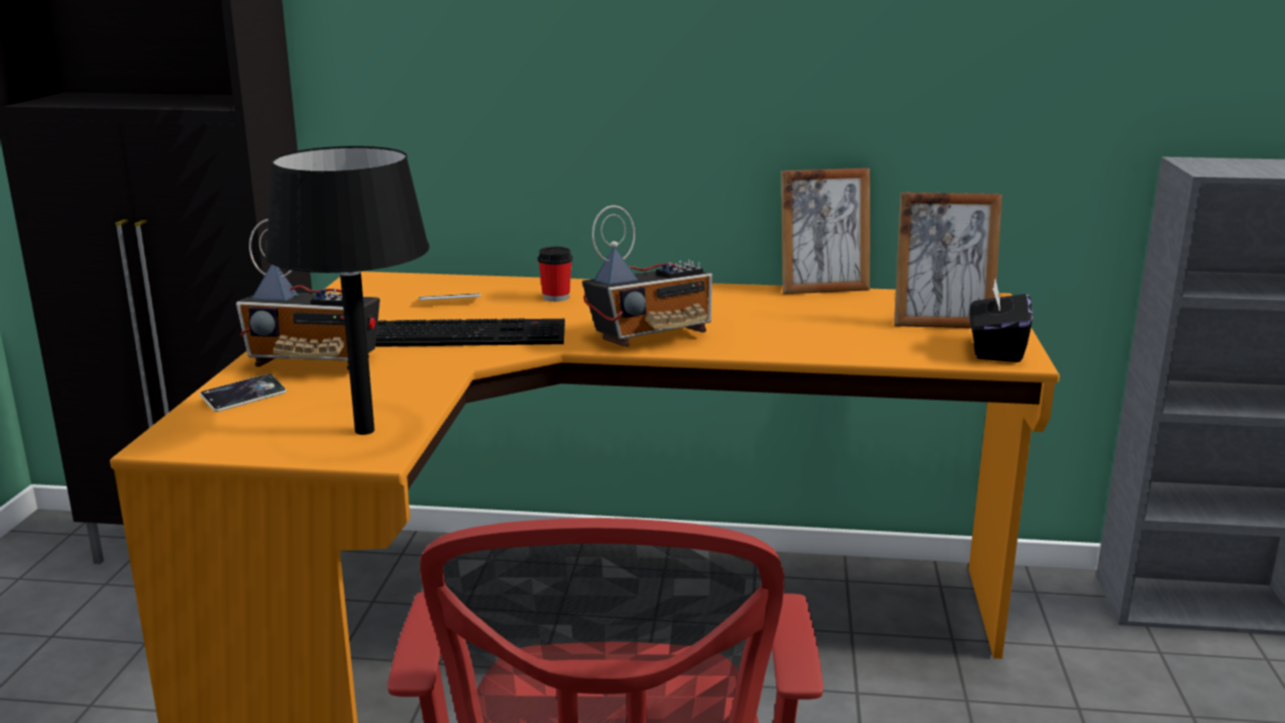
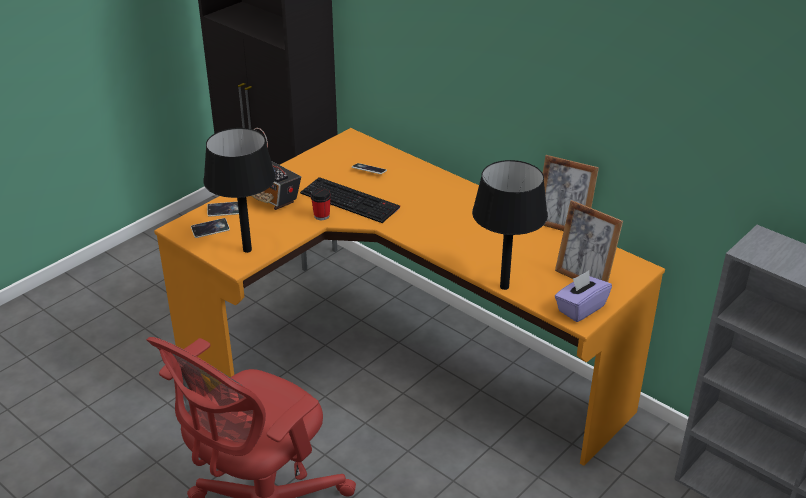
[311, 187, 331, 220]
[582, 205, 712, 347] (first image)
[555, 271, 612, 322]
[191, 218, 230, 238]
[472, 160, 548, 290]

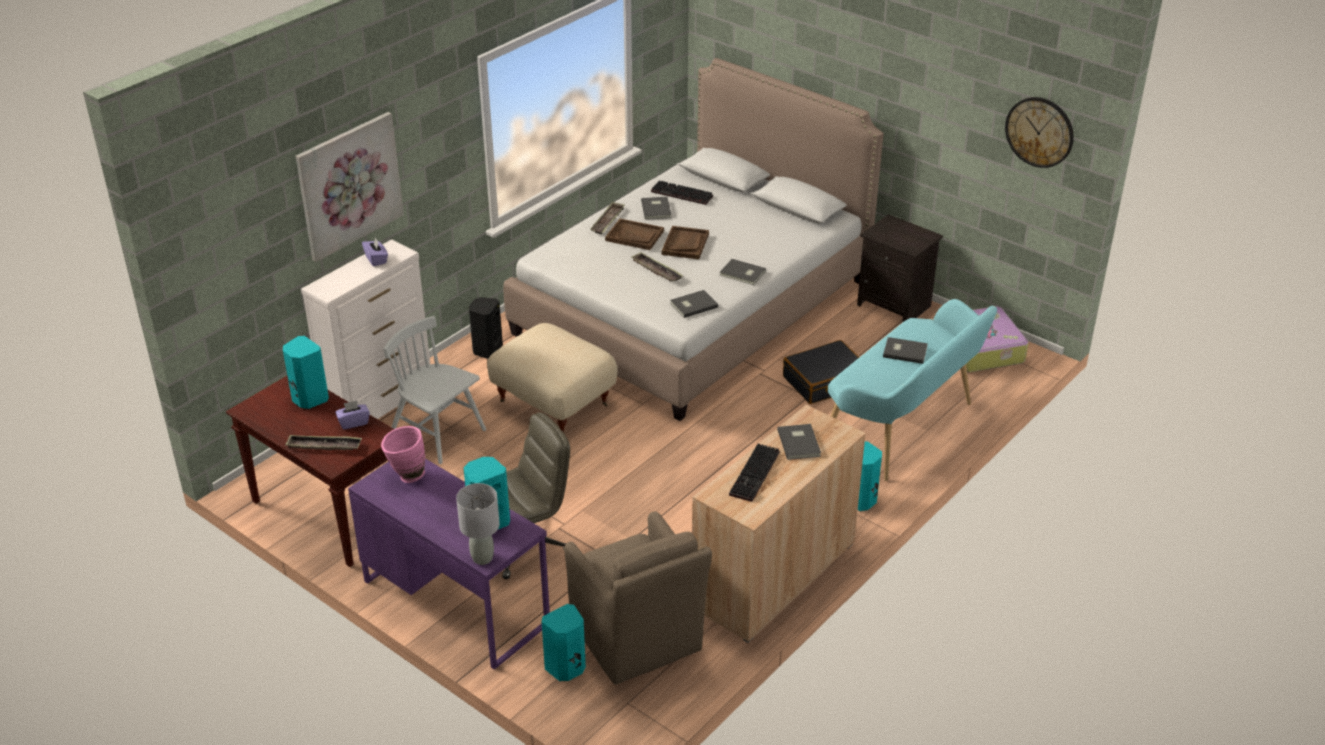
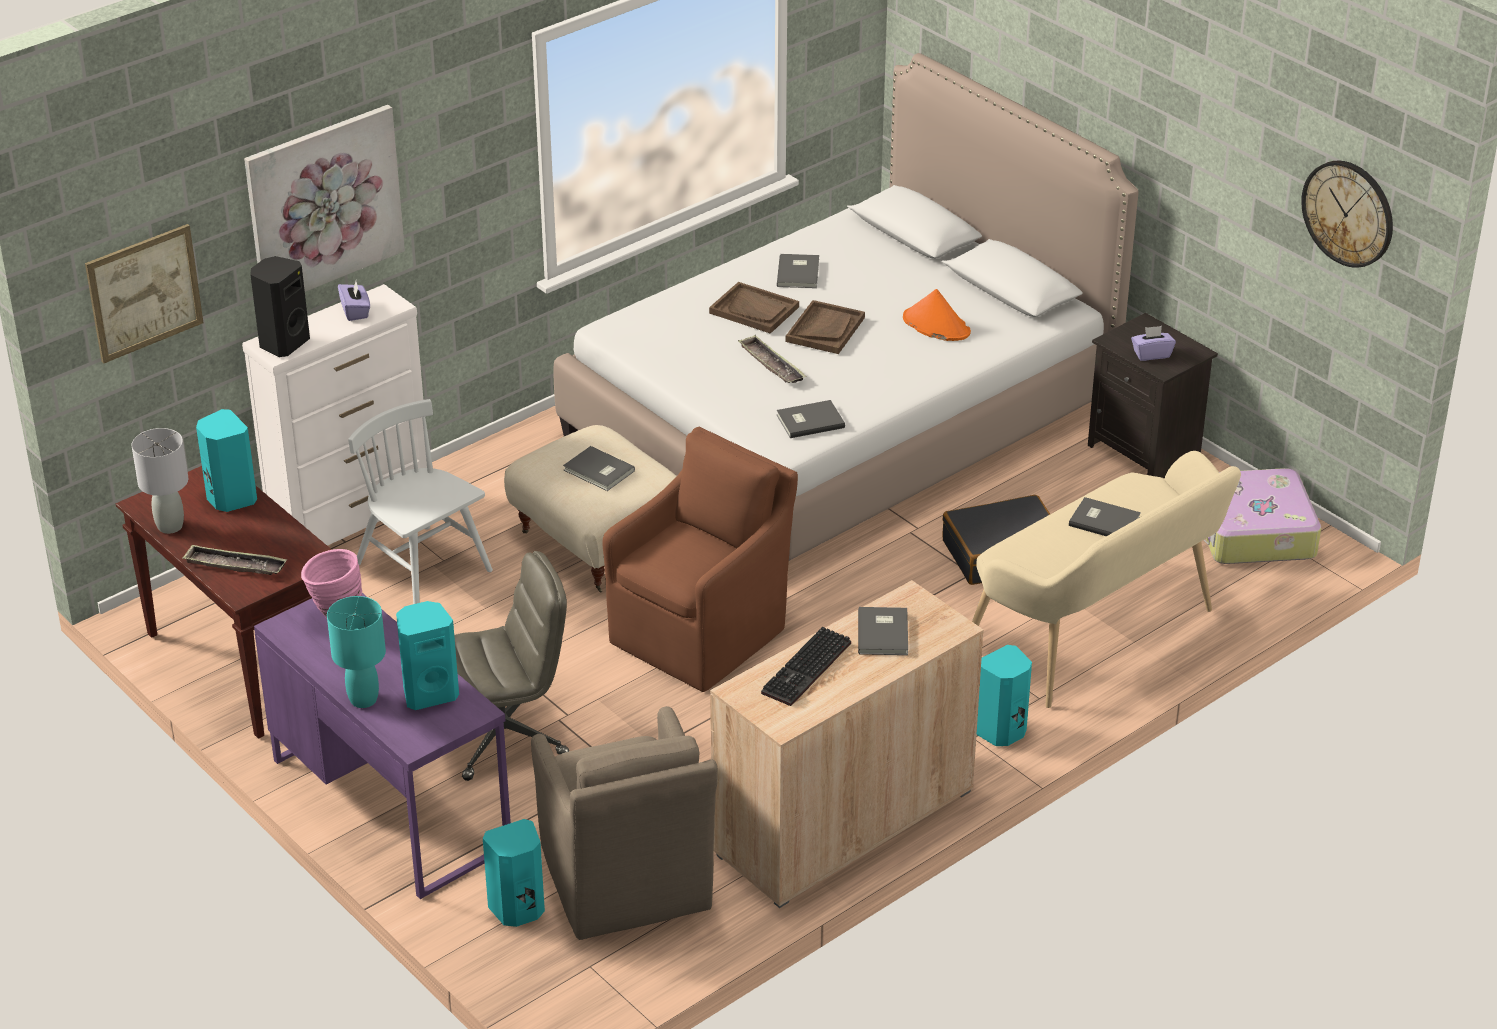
[1131, 326, 1176, 361]
[132, 428, 188, 534]
[250, 256, 310, 357]
[590, 202, 625, 234] (first image)
[651, 181, 713, 205] (first image)
[563, 446, 635, 491]
[972, 451, 1241, 708]
[85, 224, 203, 363]
[327, 596, 386, 708]
[602, 427, 798, 692]
[903, 289, 971, 341]

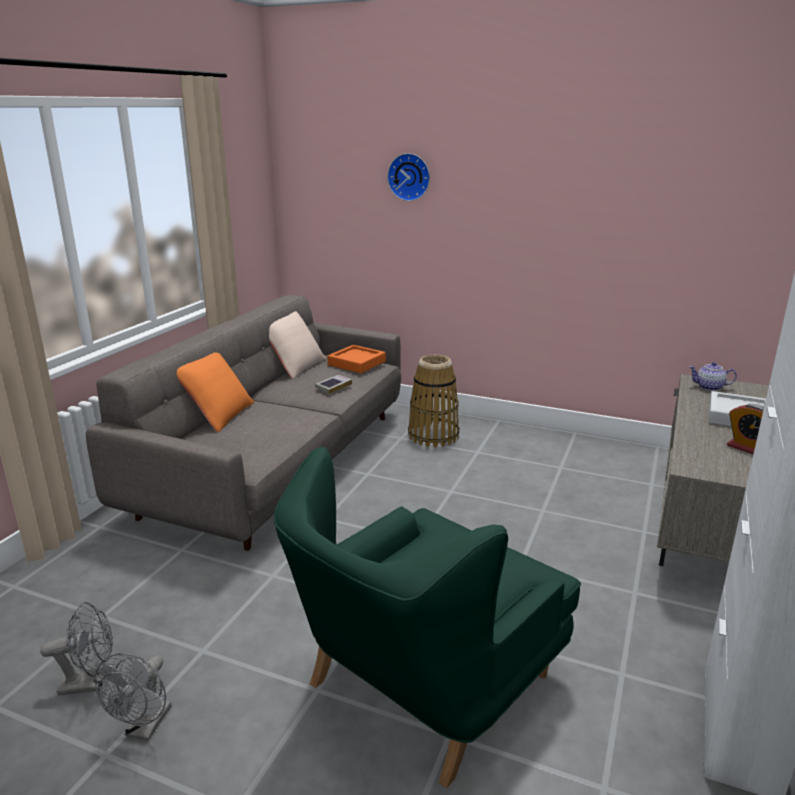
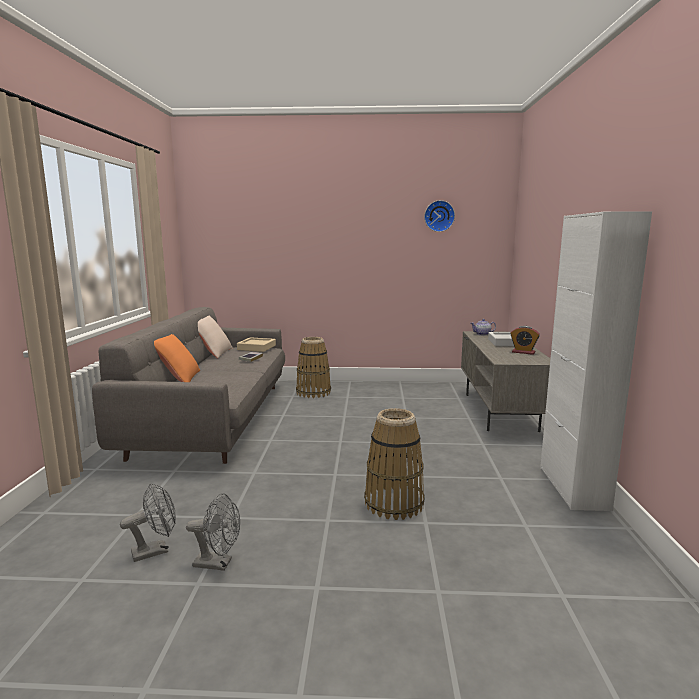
[186, 493, 240, 571]
[364, 408, 425, 520]
[237, 337, 276, 352]
[424, 200, 455, 232]

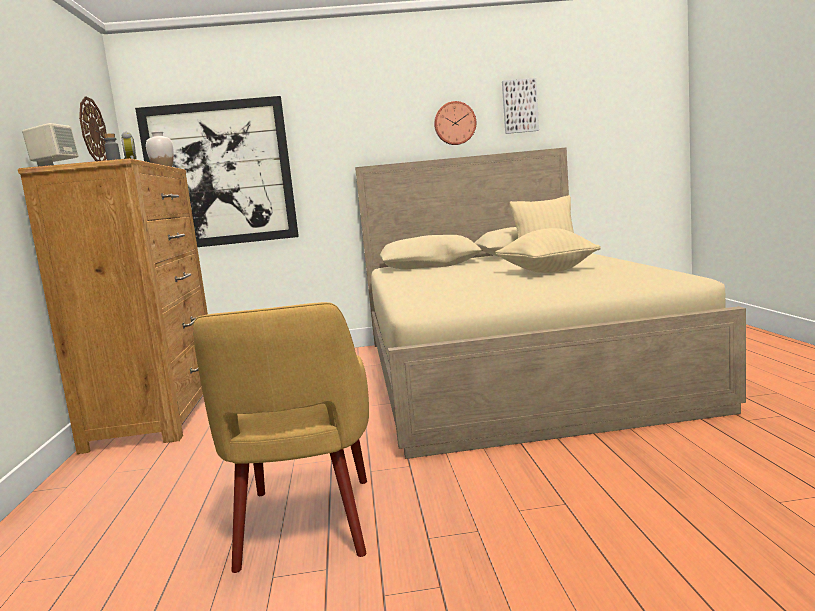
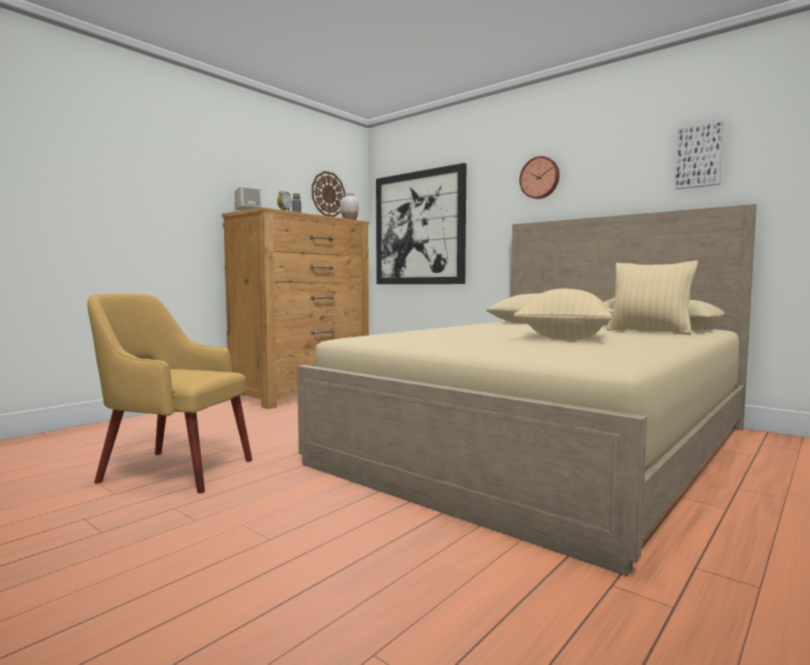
[87, 294, 252, 493]
[519, 156, 560, 199]

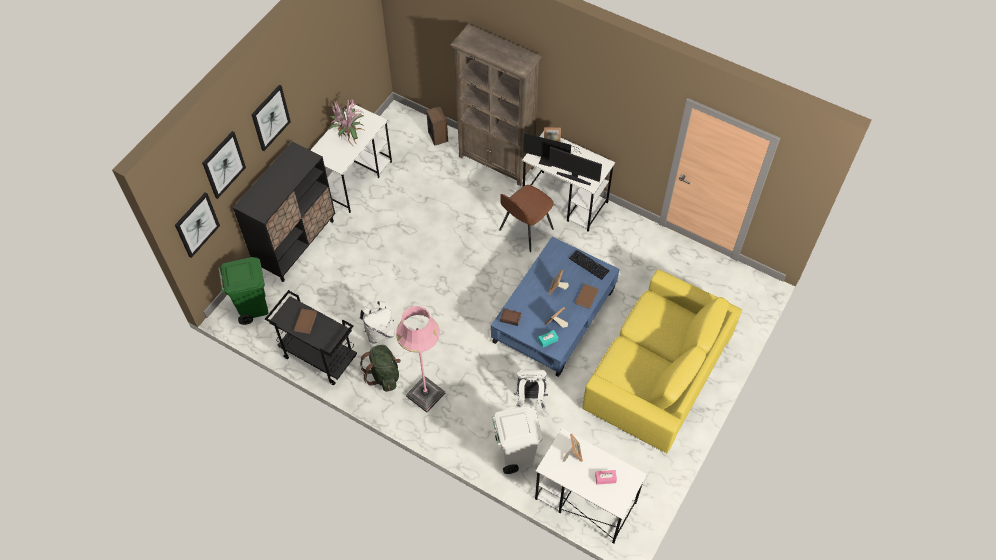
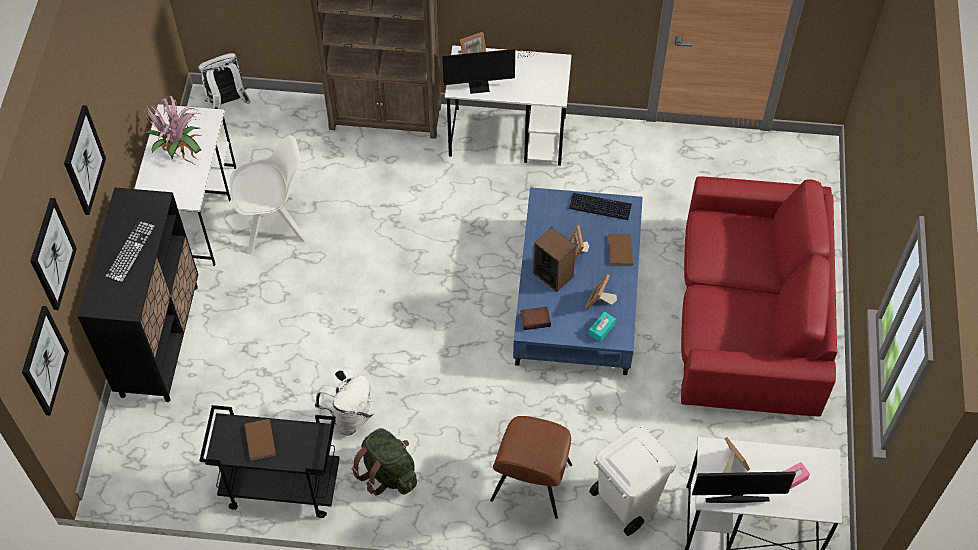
[218, 257, 268, 325] (first image)
[396, 306, 445, 413] (first image)
[533, 227, 576, 292]
[490, 416, 572, 519]
[199, 53, 251, 109]
[692, 472, 796, 503]
[681, 176, 837, 417]
[105, 221, 155, 283]
[230, 135, 307, 254]

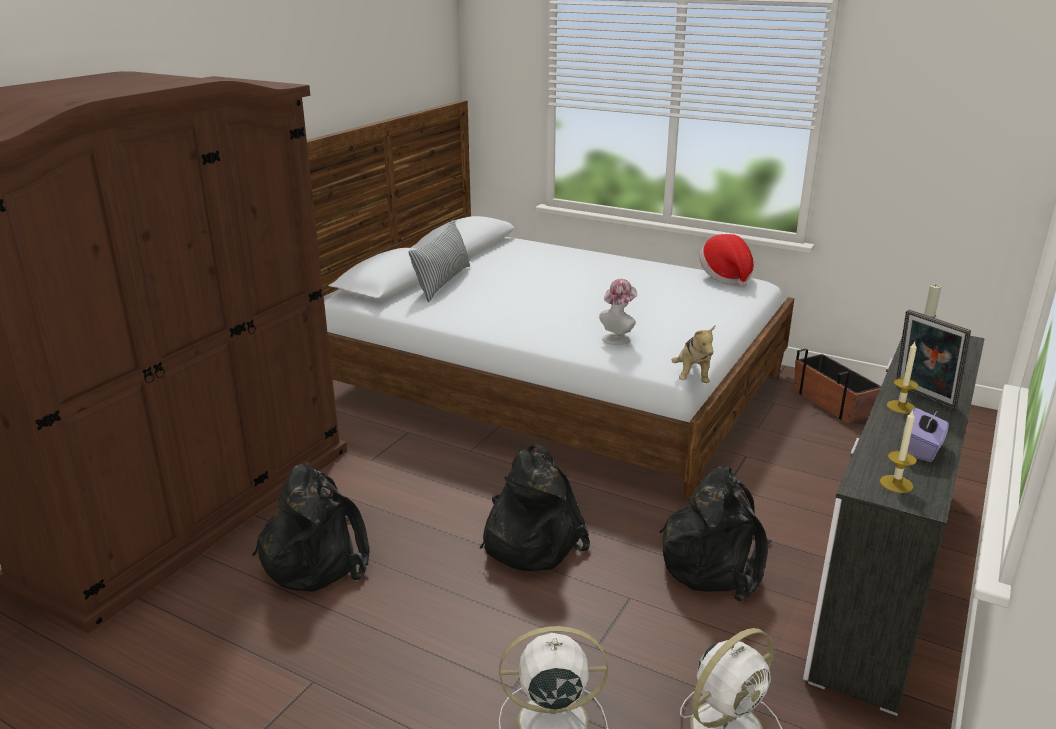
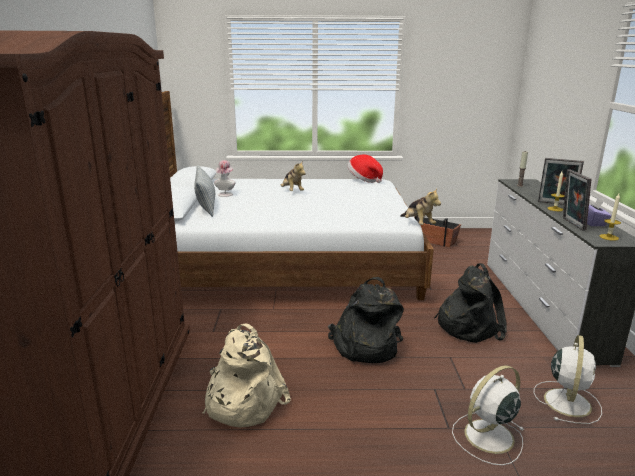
[203, 324, 291, 428]
[214, 160, 236, 197]
[281, 161, 306, 191]
[563, 170, 591, 231]

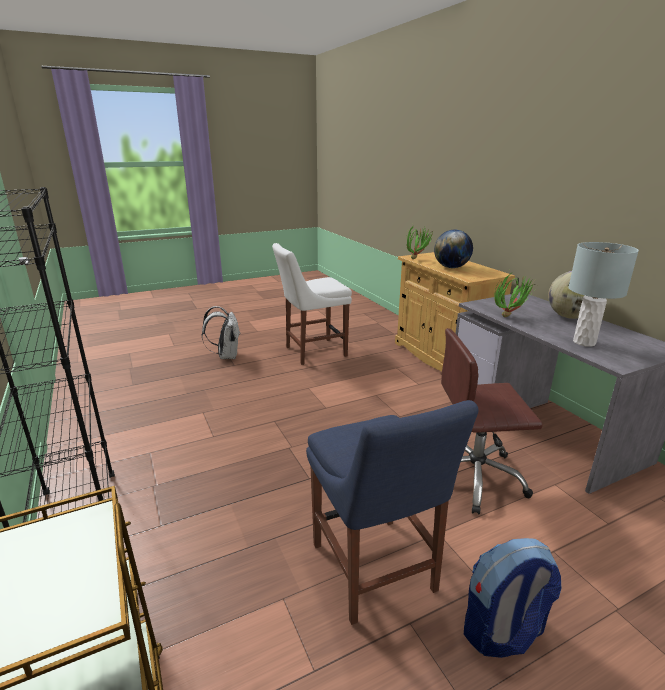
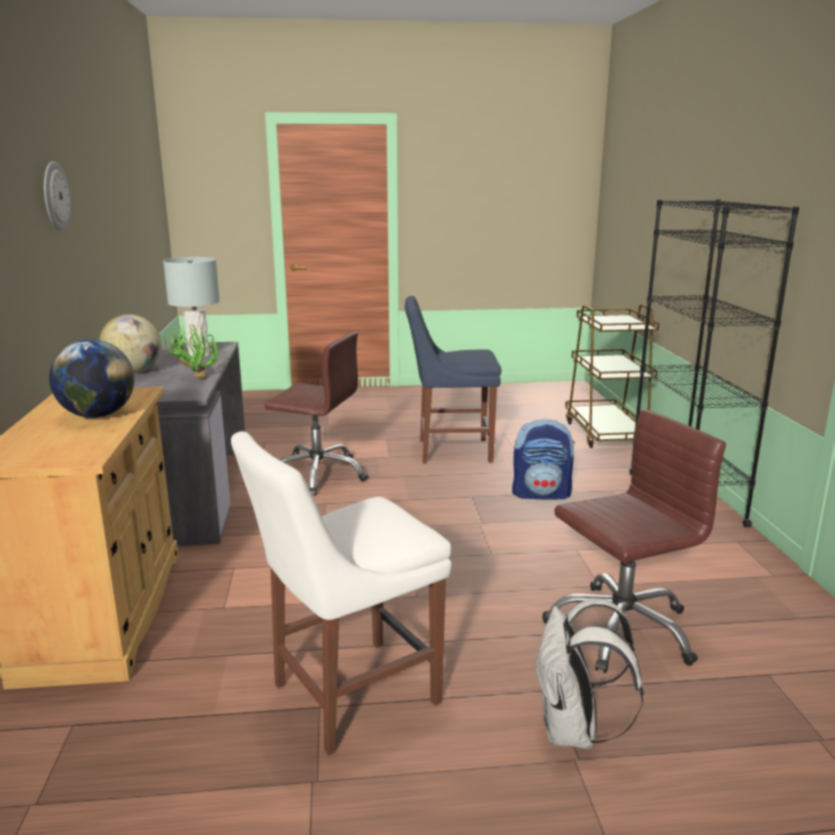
[231, 431, 452, 755]
[405, 296, 501, 464]
[406, 226, 435, 259] (first image)
[512, 419, 575, 500]
[44, 161, 71, 231]
[542, 409, 726, 673]

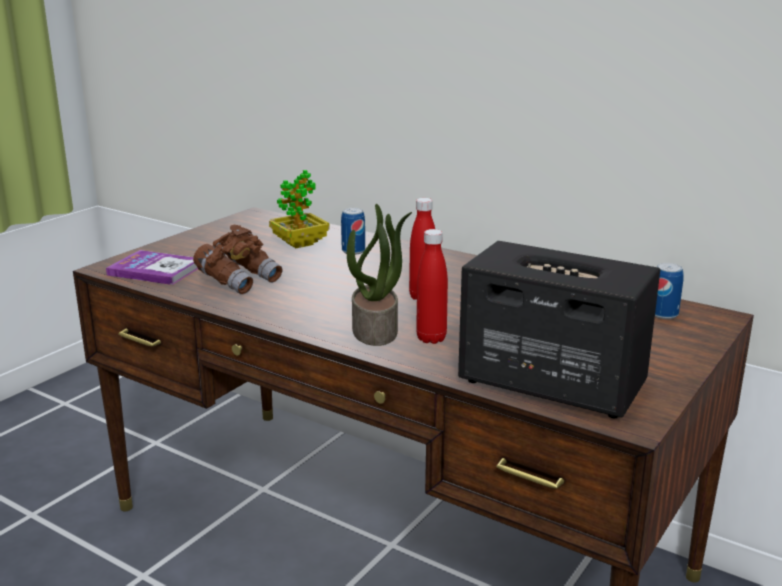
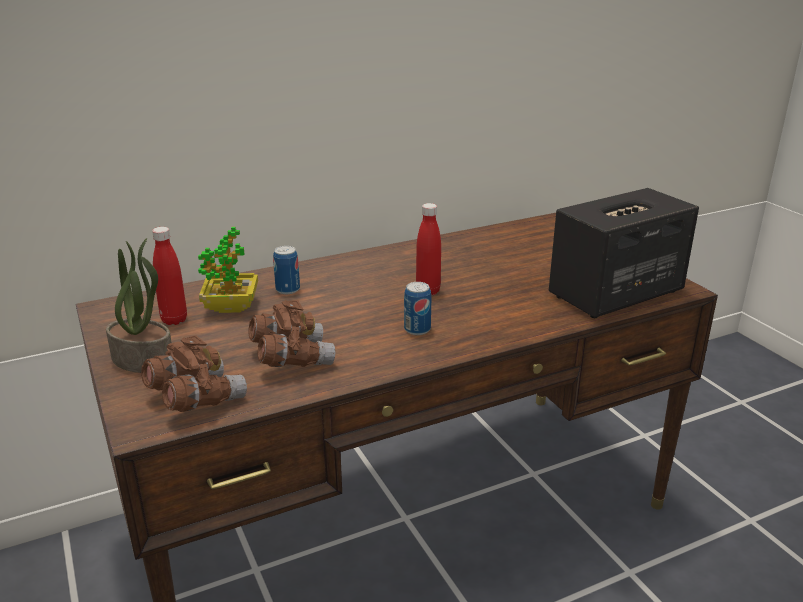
[141, 335, 247, 412]
[106, 238, 172, 373]
[152, 227, 187, 325]
[404, 282, 431, 335]

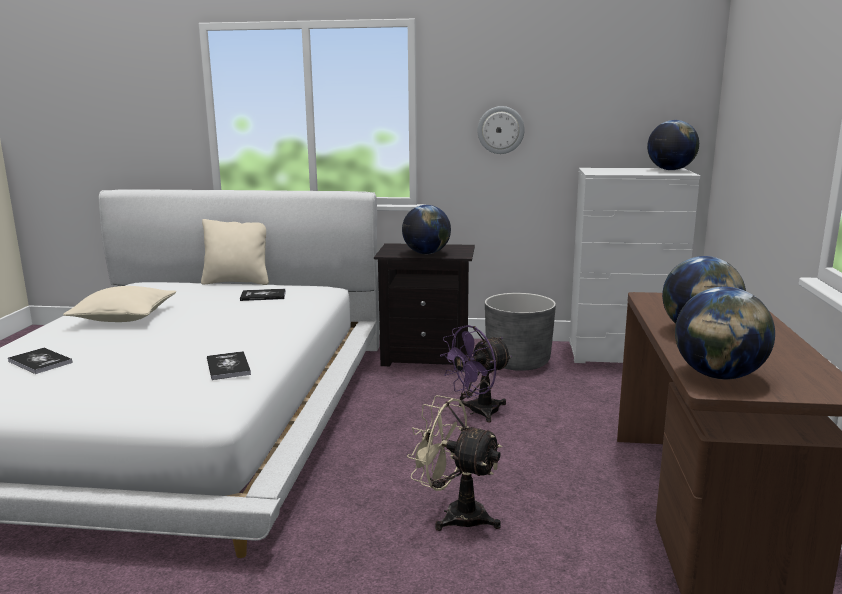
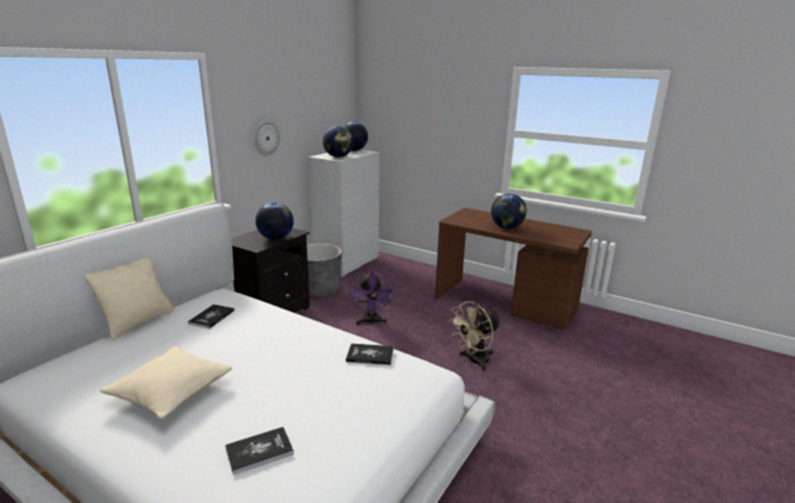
[323, 126, 354, 157]

